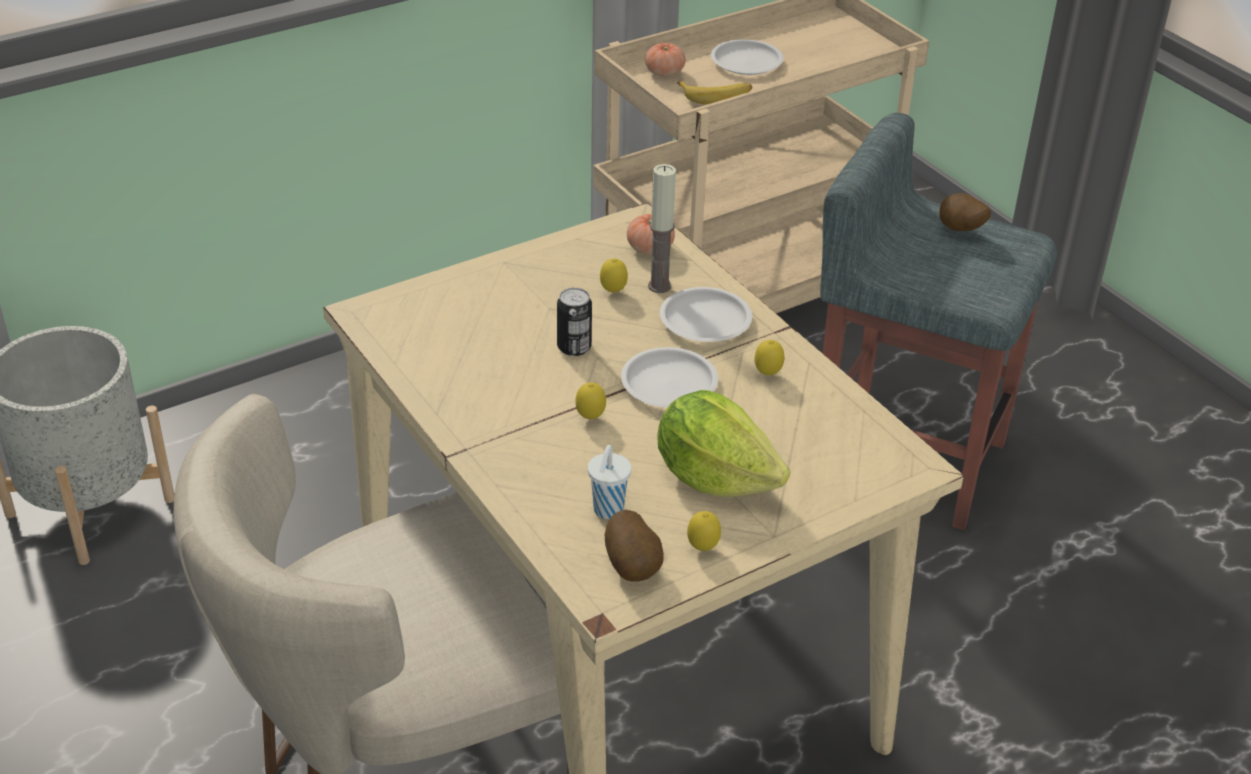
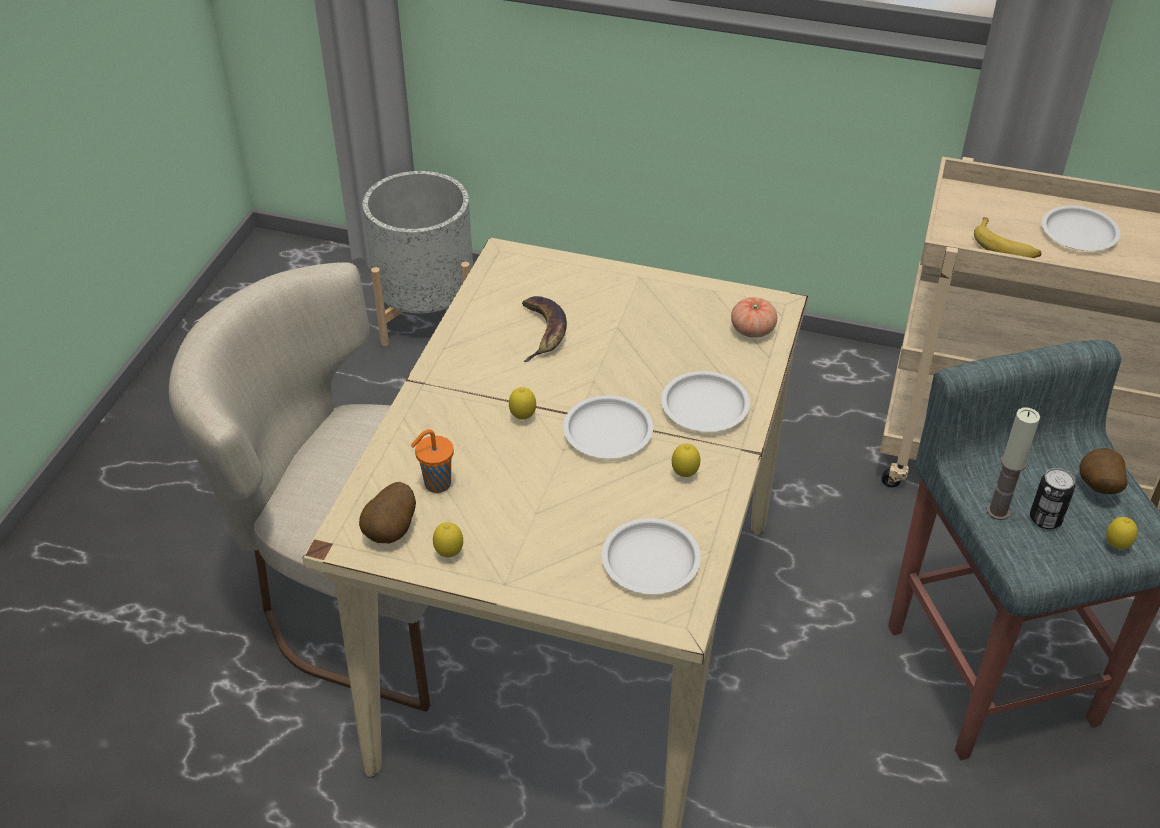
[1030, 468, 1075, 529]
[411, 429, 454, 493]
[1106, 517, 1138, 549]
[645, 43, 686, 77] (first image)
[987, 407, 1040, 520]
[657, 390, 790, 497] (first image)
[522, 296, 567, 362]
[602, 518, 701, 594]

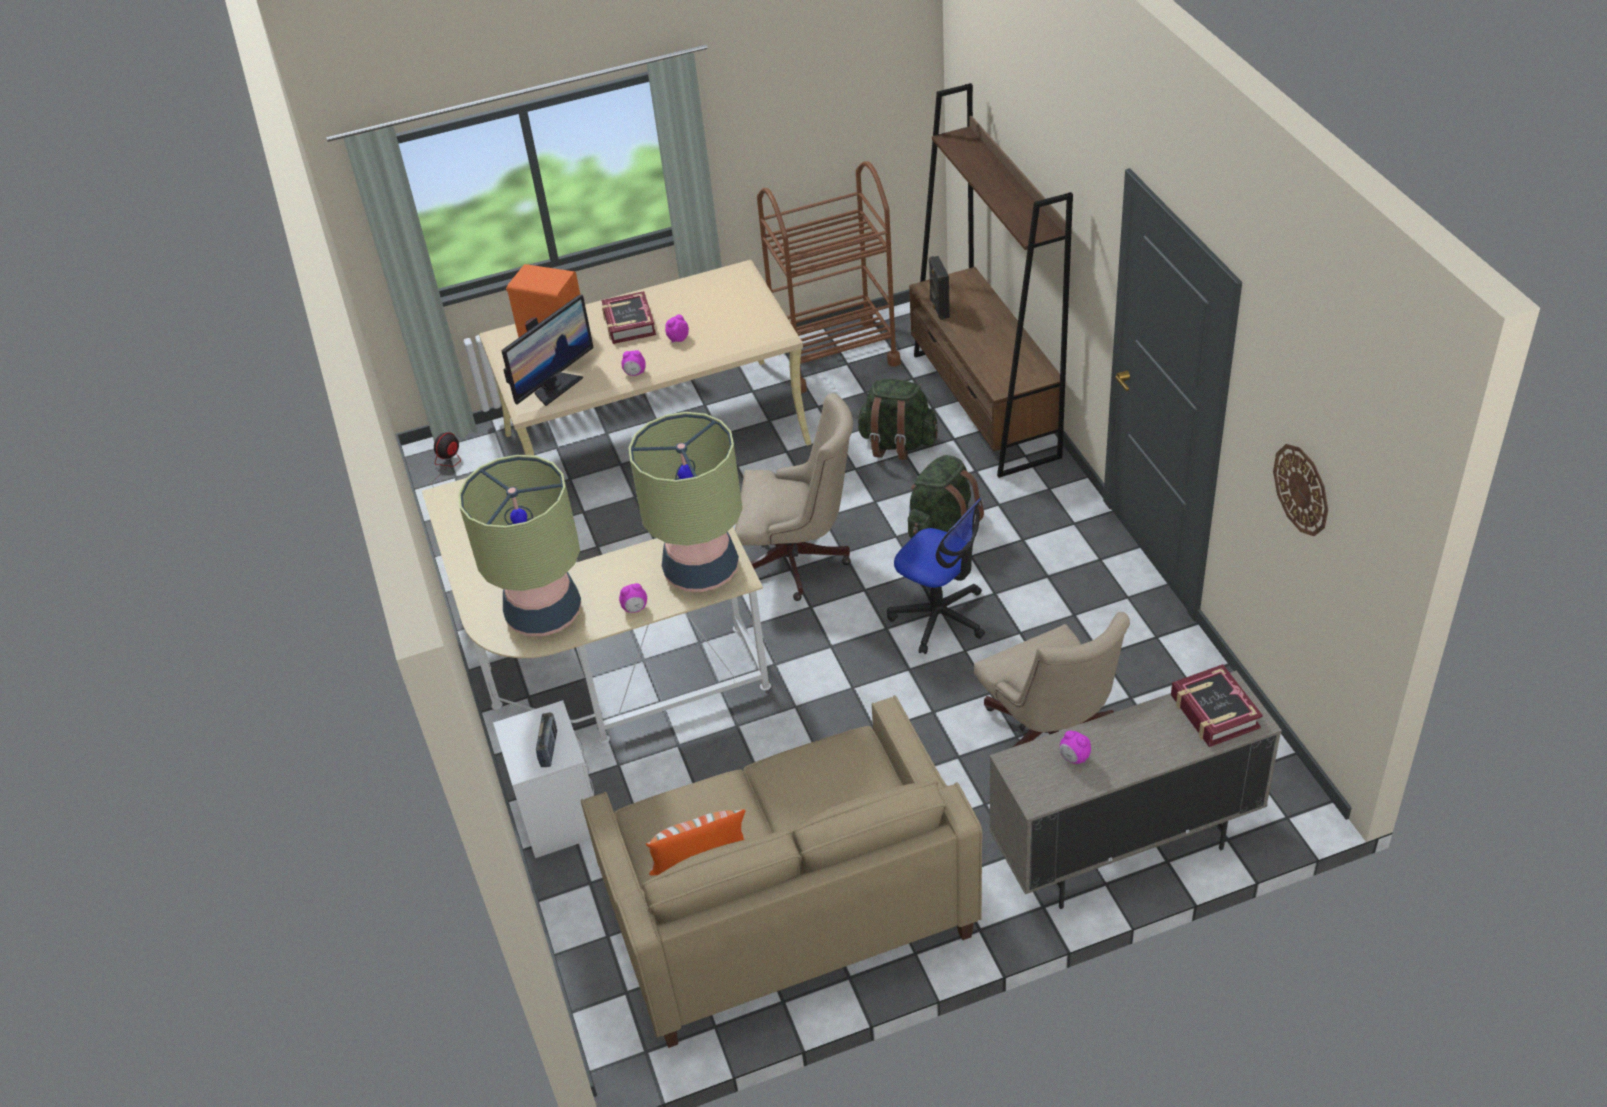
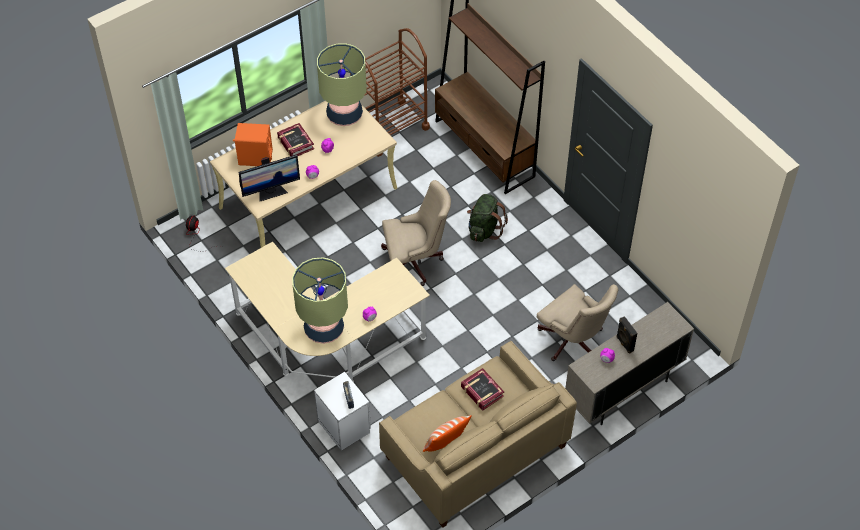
[239, 155, 300, 202]
[317, 43, 367, 126]
[856, 379, 938, 460] (first image)
[887, 498, 985, 654] (first image)
[616, 316, 637, 354]
[461, 368, 504, 411]
[1273, 444, 1328, 536] (first image)

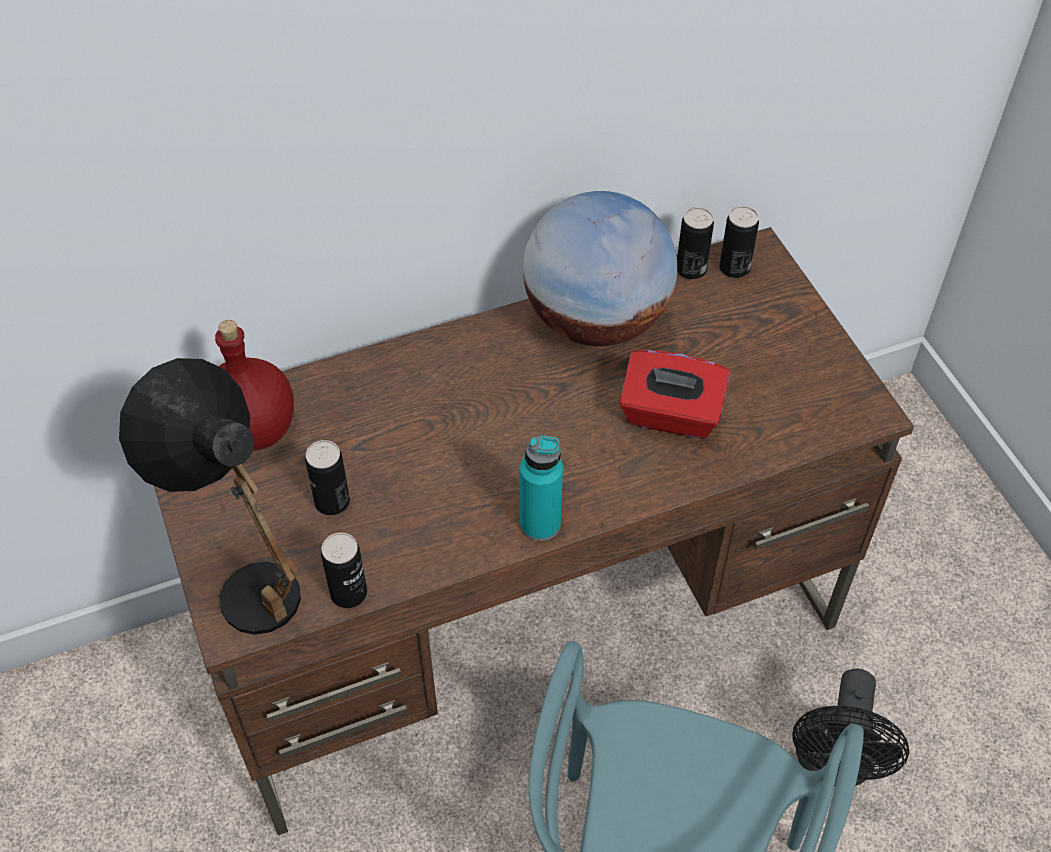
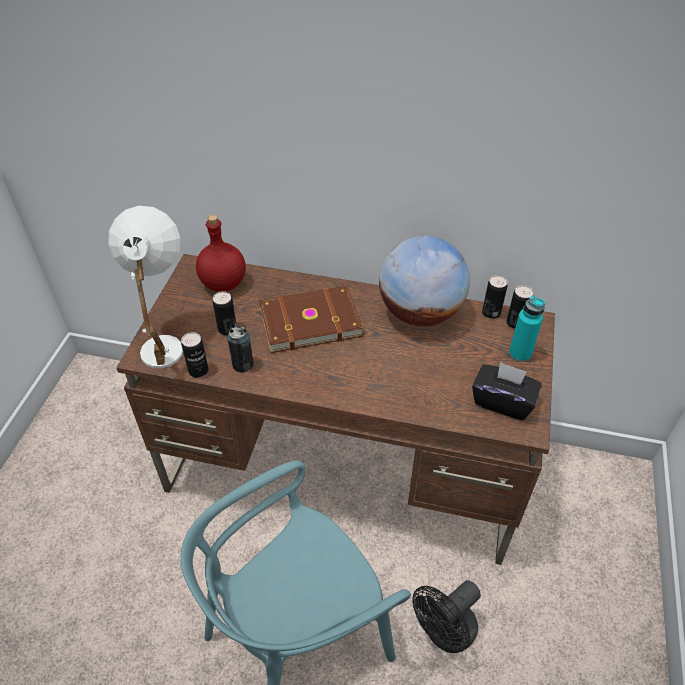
[108, 206, 183, 368]
[509, 296, 545, 362]
[619, 350, 730, 439] (first image)
[227, 326, 254, 373]
[259, 286, 363, 353]
[472, 362, 542, 420]

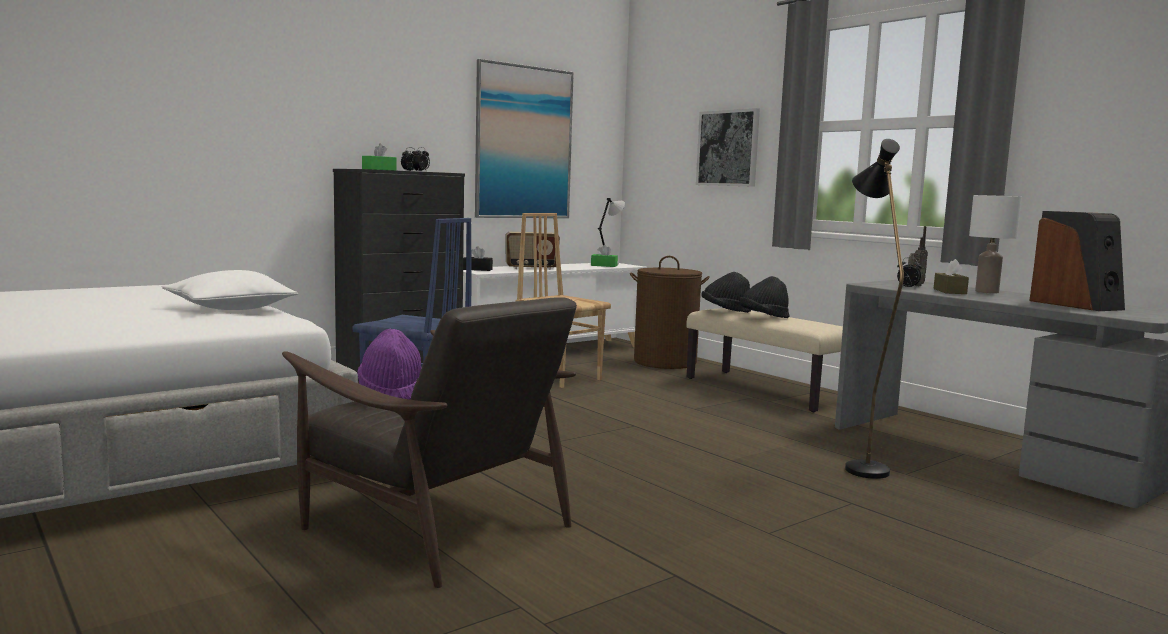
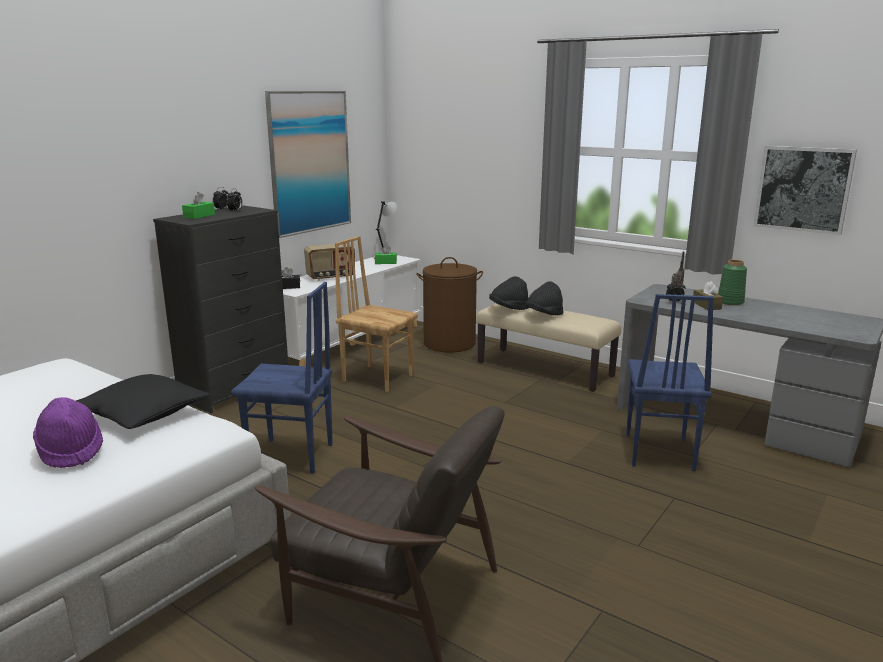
[76, 374, 210, 429]
[33, 397, 103, 468]
[754, 146, 857, 235]
[626, 294, 714, 471]
[718, 259, 747, 305]
[1029, 211, 1125, 311] (first image)

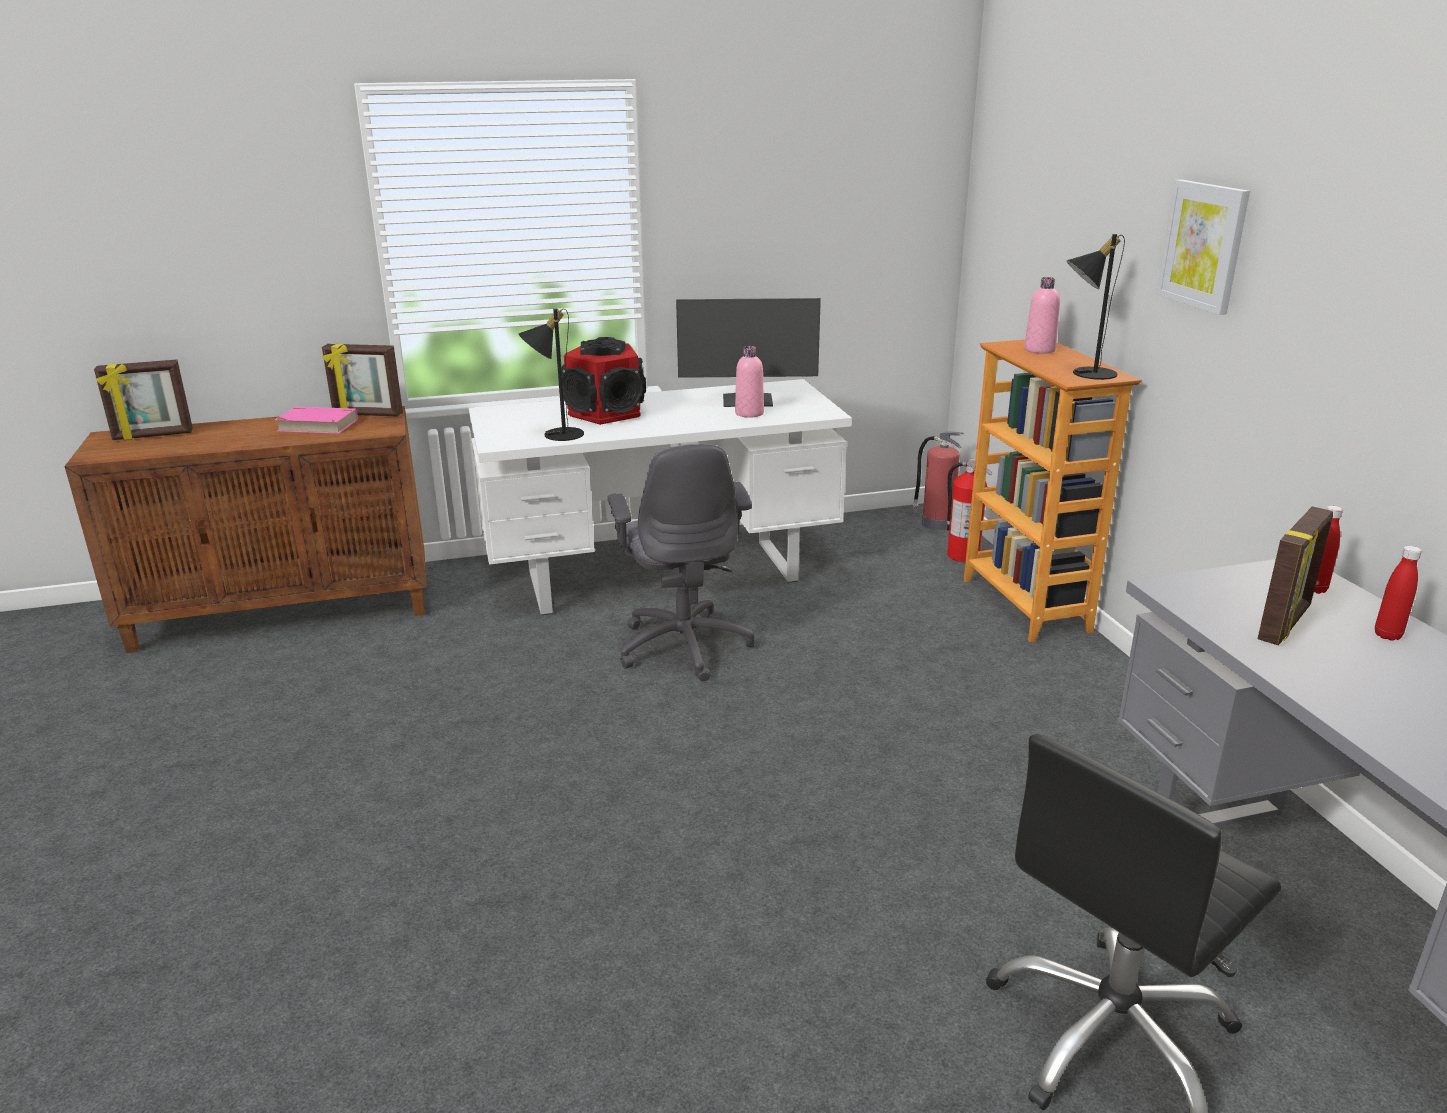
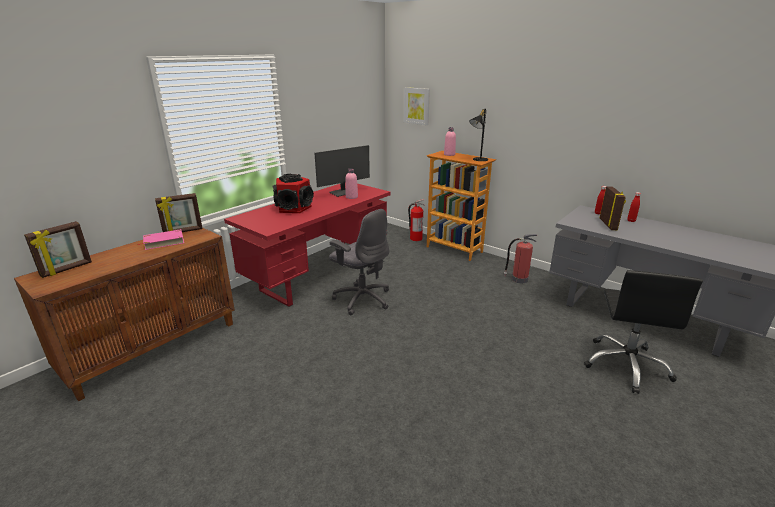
[224, 182, 390, 307]
[519, 309, 584, 441] (first image)
[504, 234, 537, 283]
[404, 87, 430, 125]

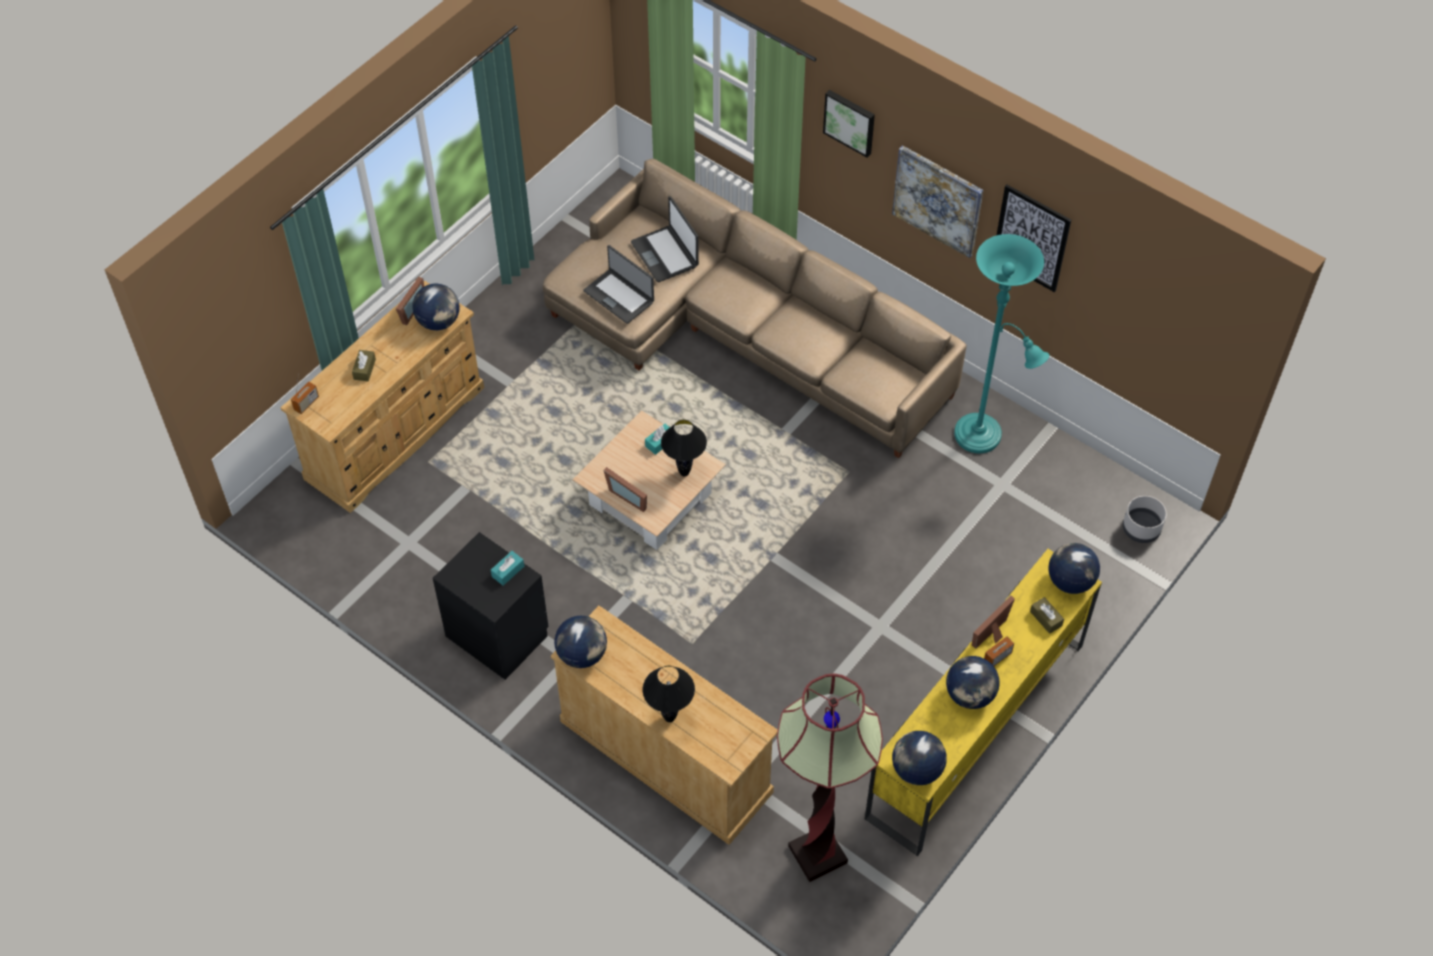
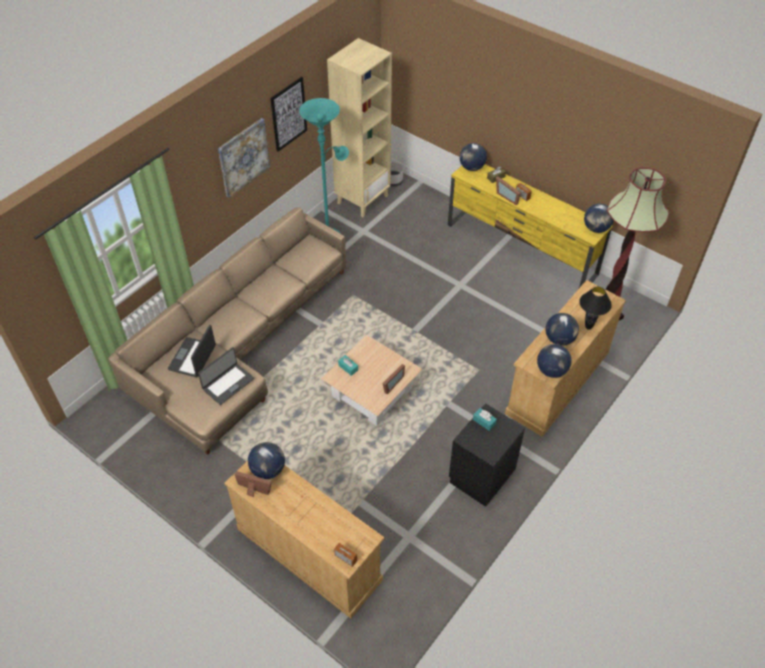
[352, 350, 376, 381] (first image)
[168, 325, 216, 377]
[661, 420, 707, 476] (first image)
[823, 90, 875, 157] (first image)
[545, 313, 579, 346]
[327, 38, 392, 217]

